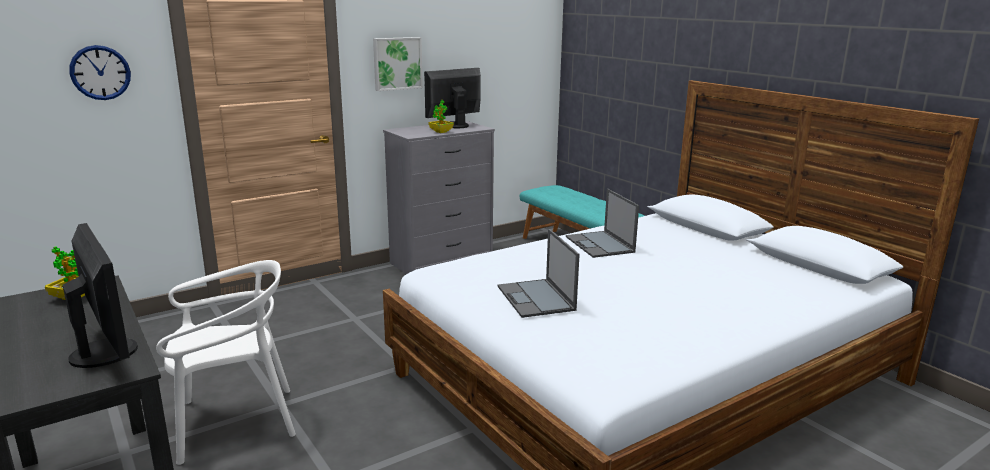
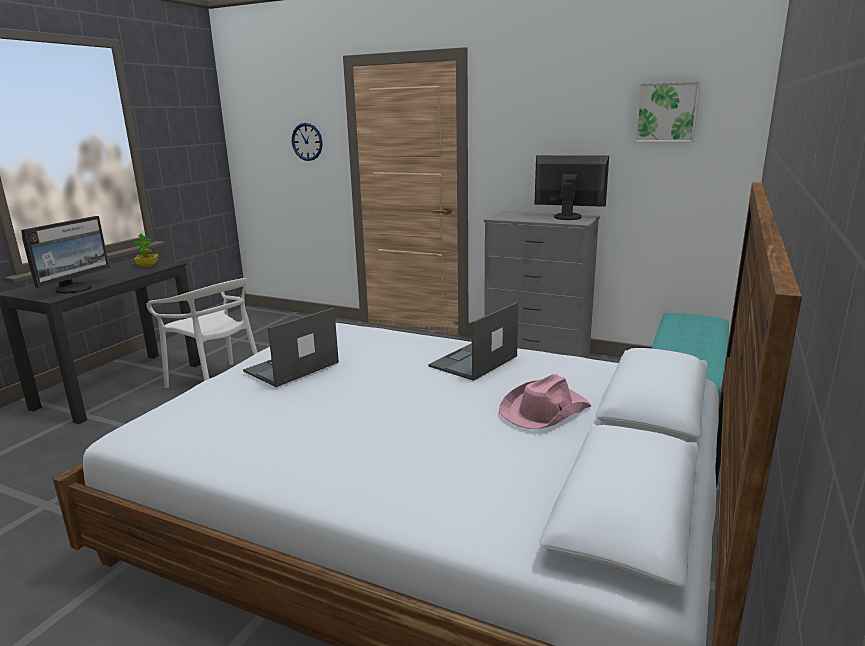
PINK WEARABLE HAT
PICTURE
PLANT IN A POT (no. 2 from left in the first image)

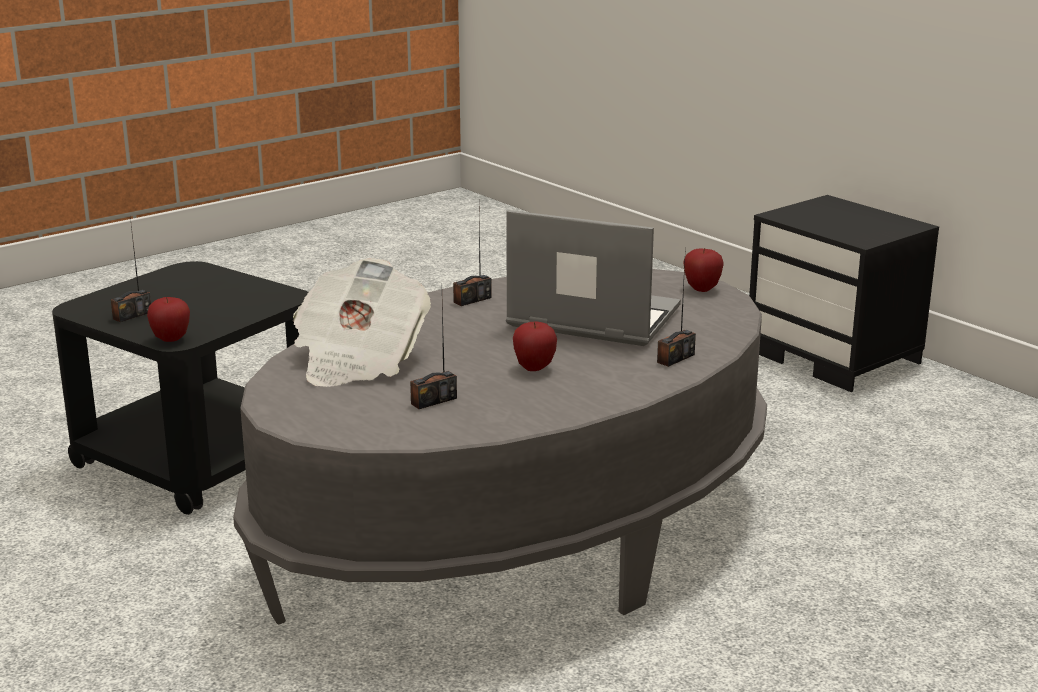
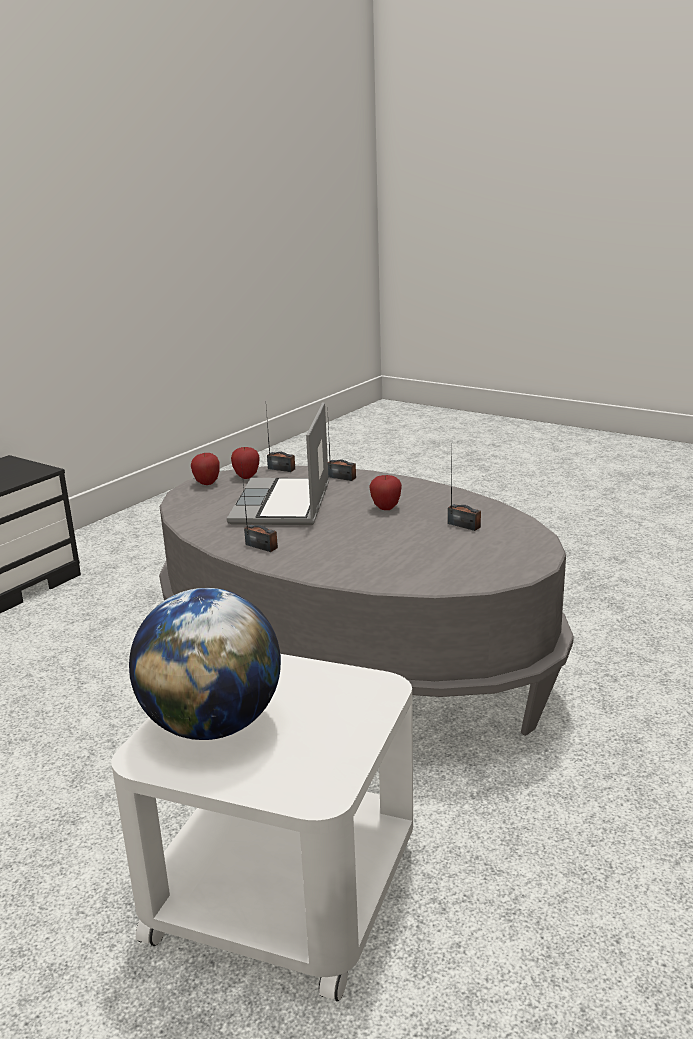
WHITISH END TABLE
GLOBE
APPLE FRUIT (no. 2 from left)
RADIO (no. 2 from left)
NEWSPAPER

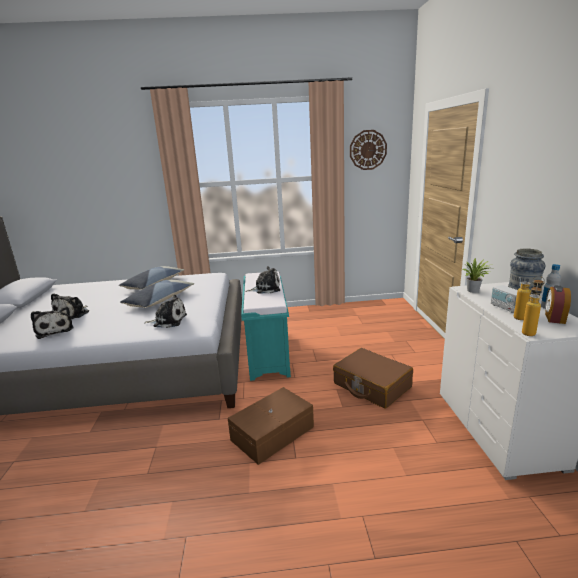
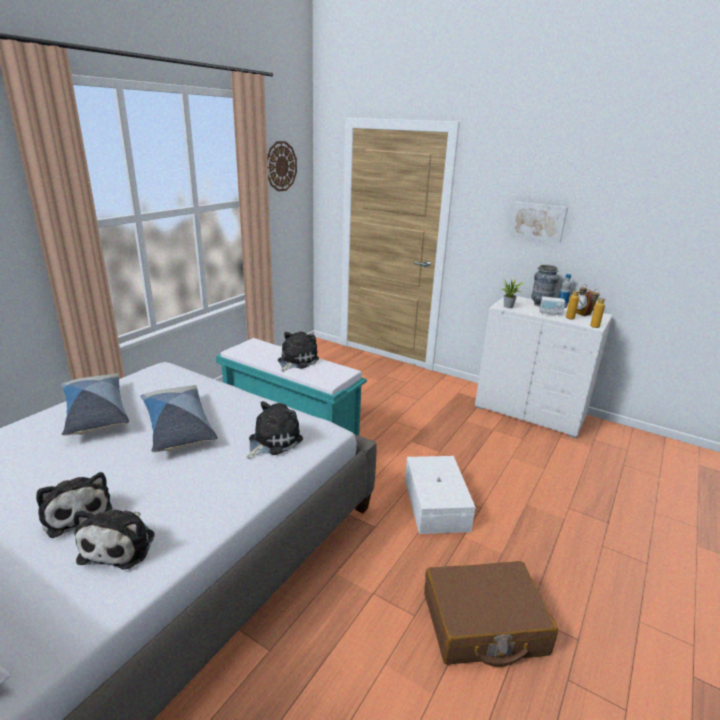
CUDDLY TOY (no. 2 from left)
WHITISH STORAGE BOX
BROWNISH PIECE OF LUGGAGE
PICTURE

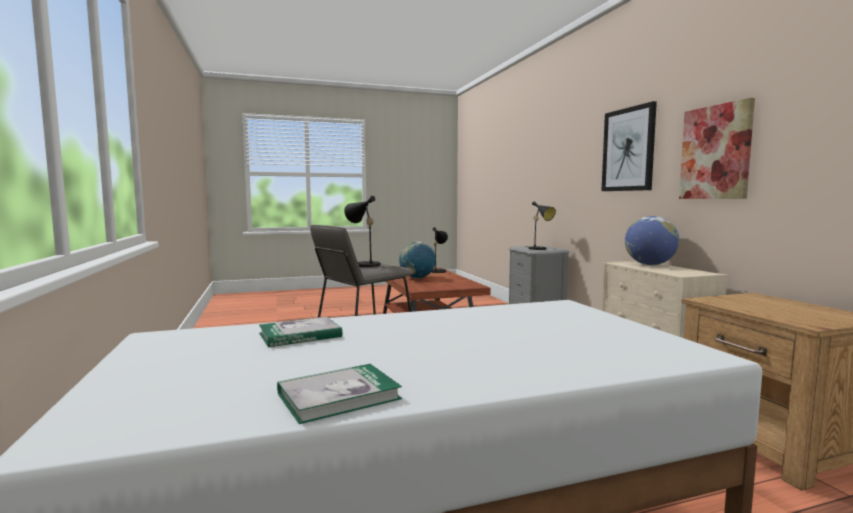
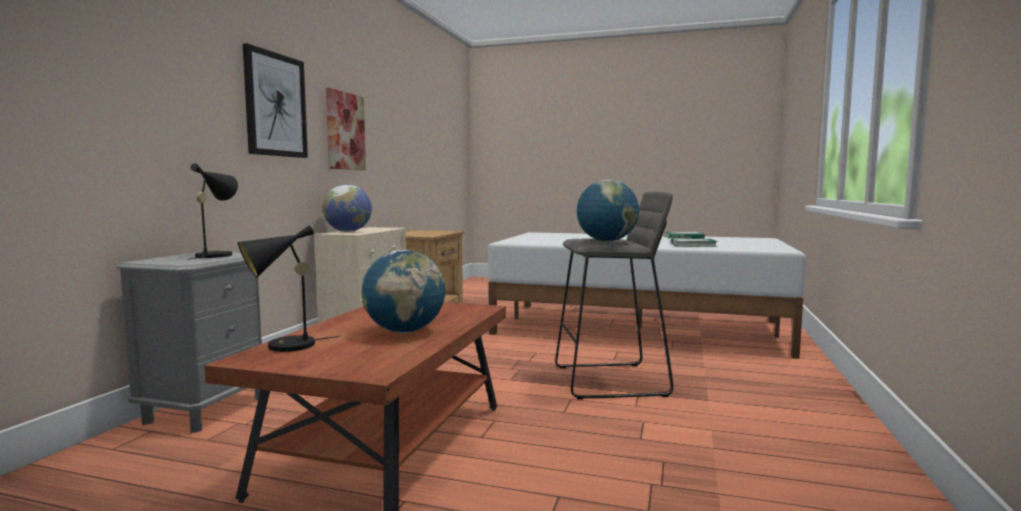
GLOBE (no. 3 from left)

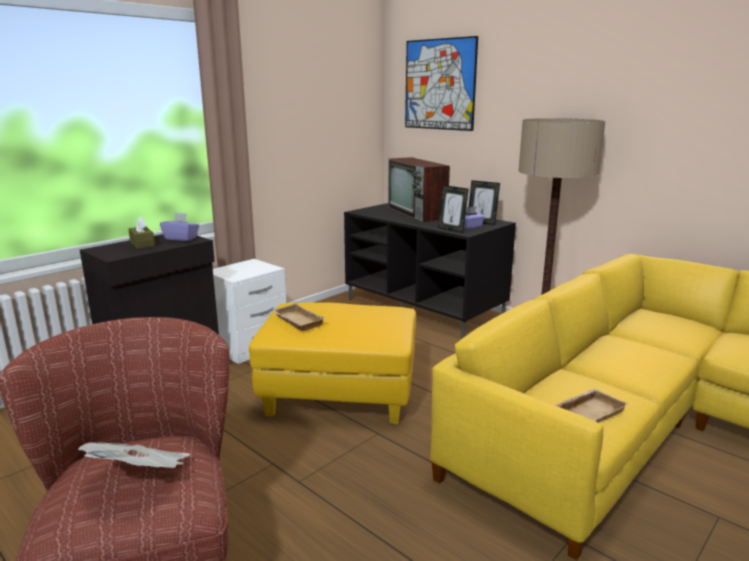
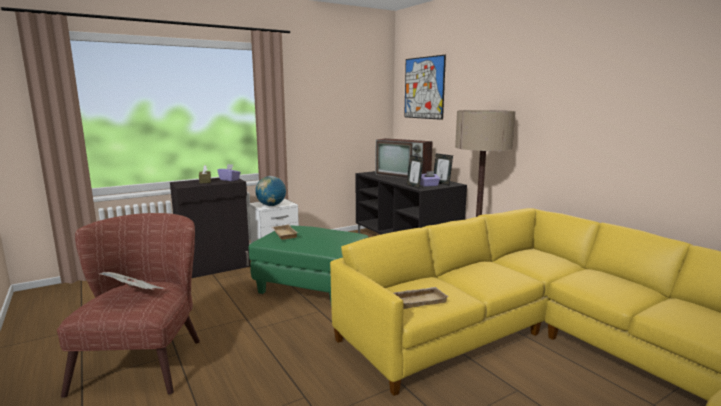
GREEN-COLOURED FOOTREST
GLOBE
TV SET

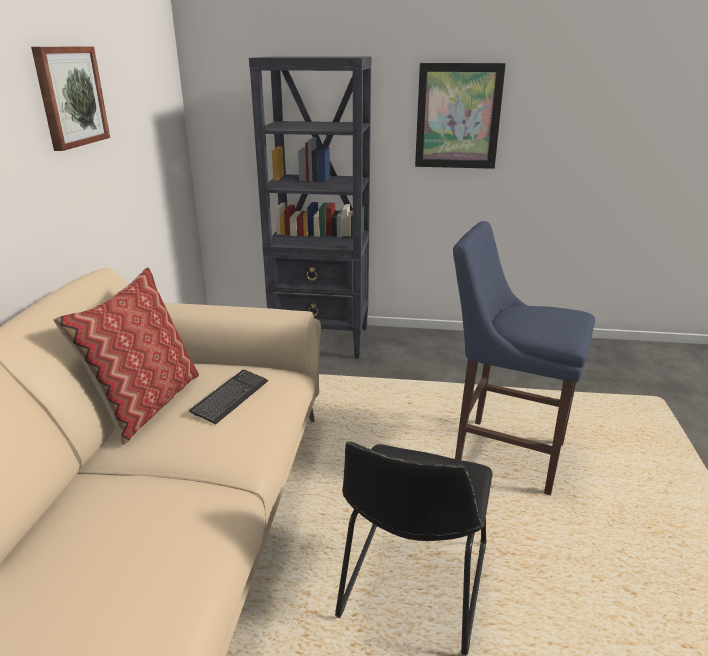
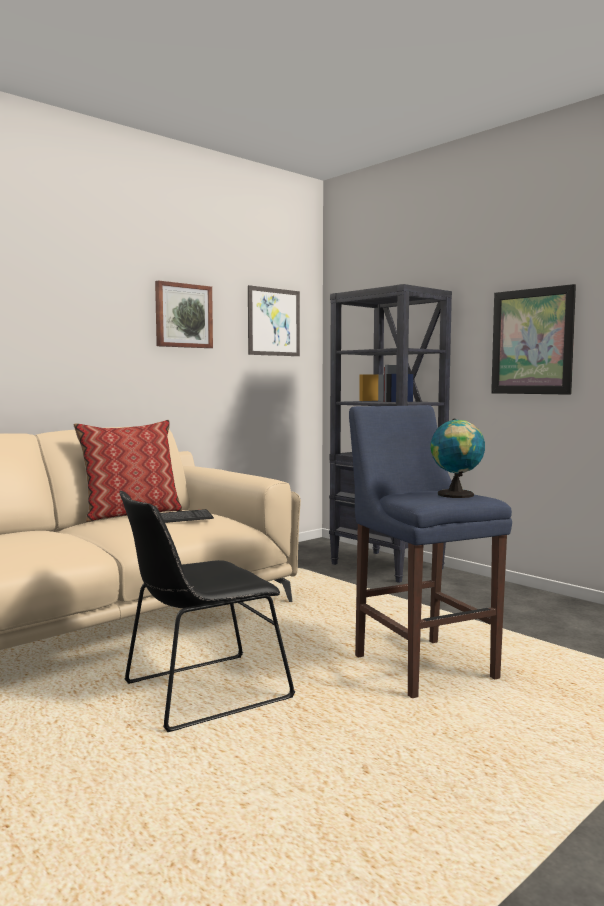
PICTURE (no. 2 from left)
GLOBE

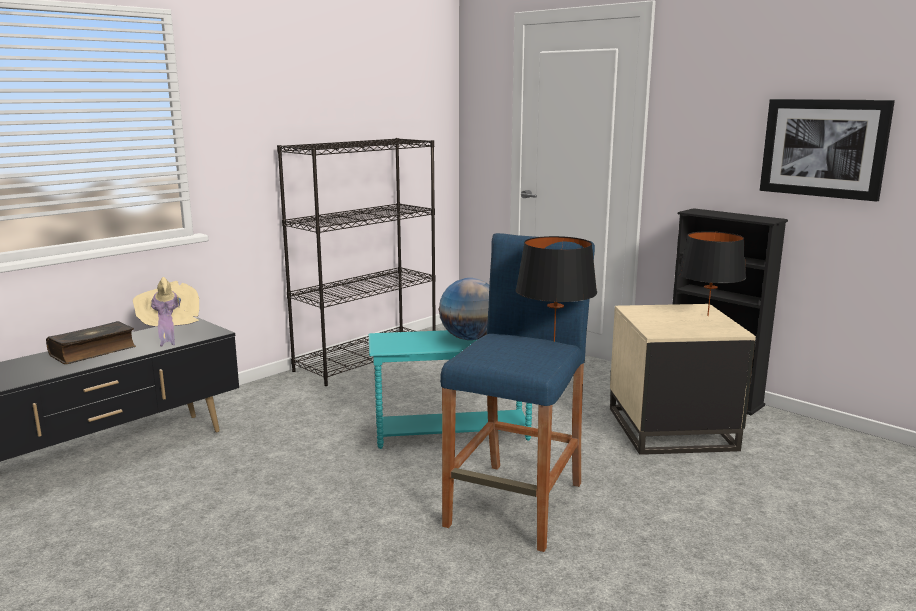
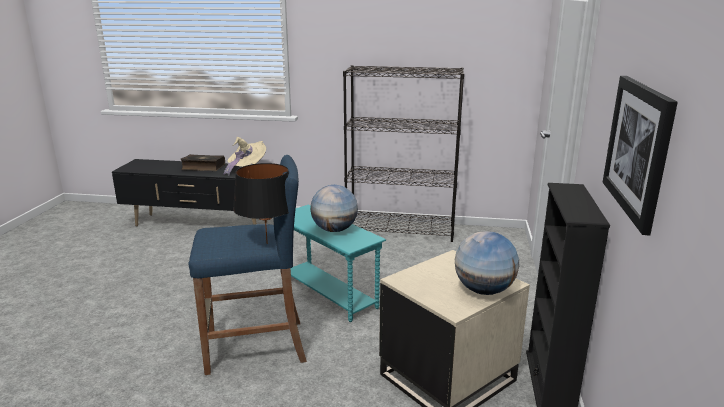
GLOBE (no. 2 from left)

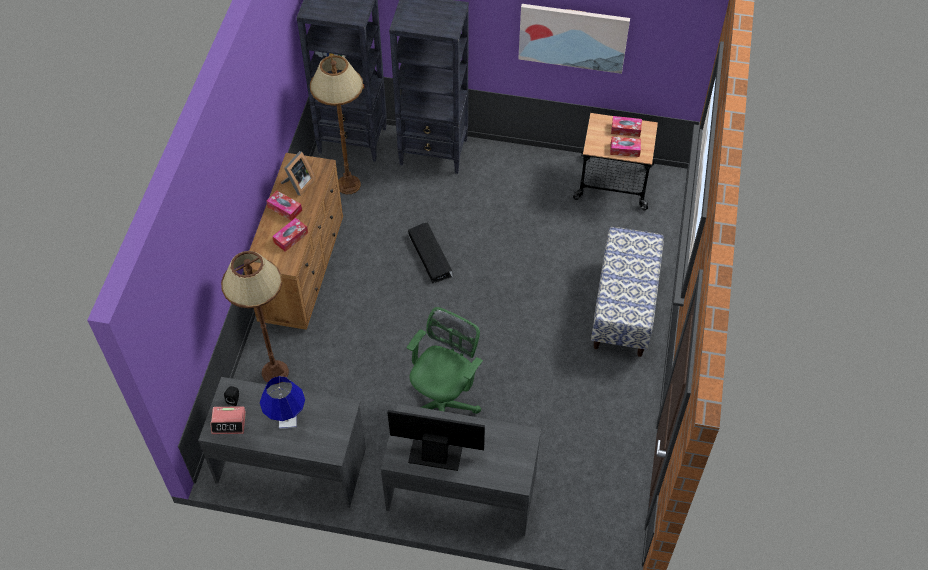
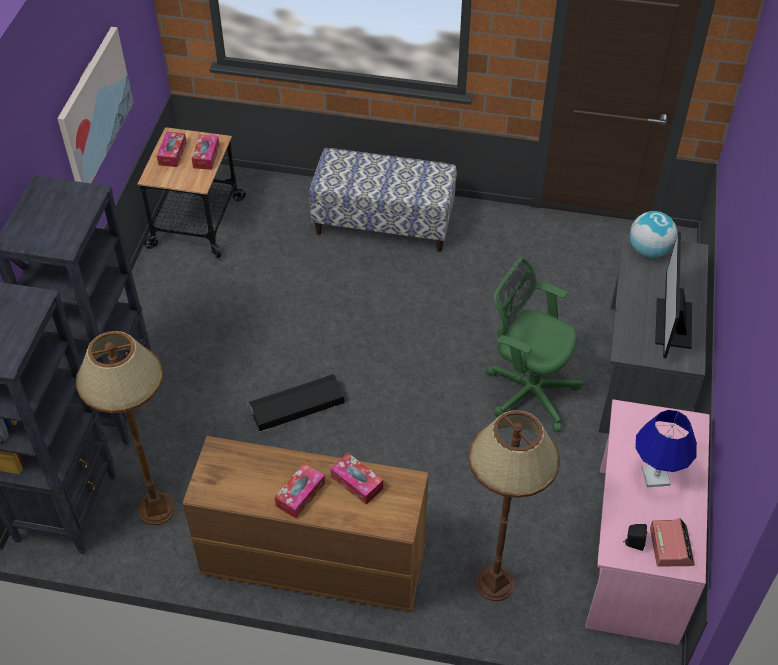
PINK DESK
GLOBE
STANDING FRAME

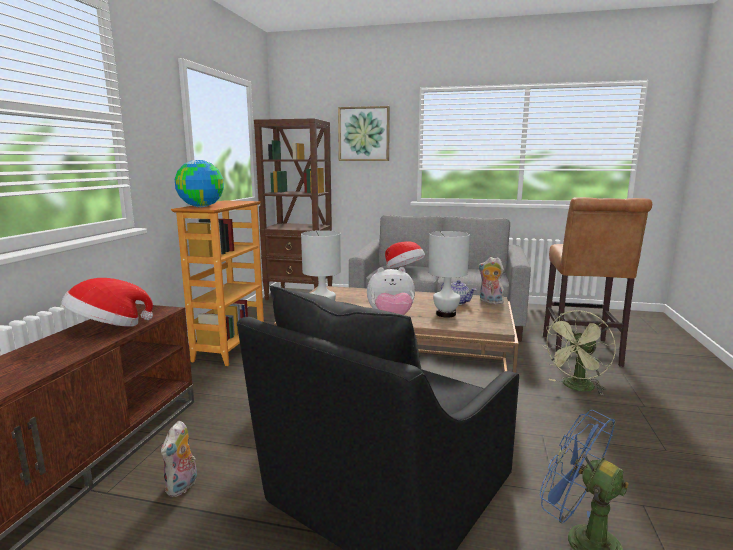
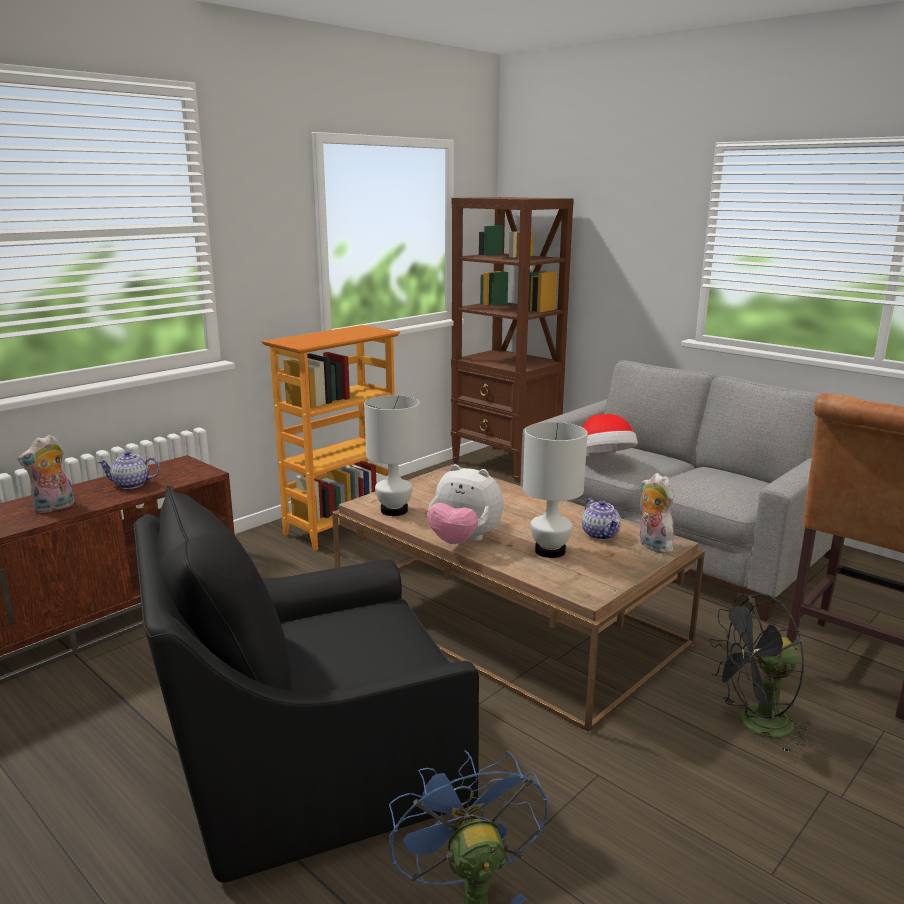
CUDDLY TOY (no. 1 from left)
TEA POT (no. 1 from left)
BLACK-COLOURED FAN
GLOBE
PICTURE

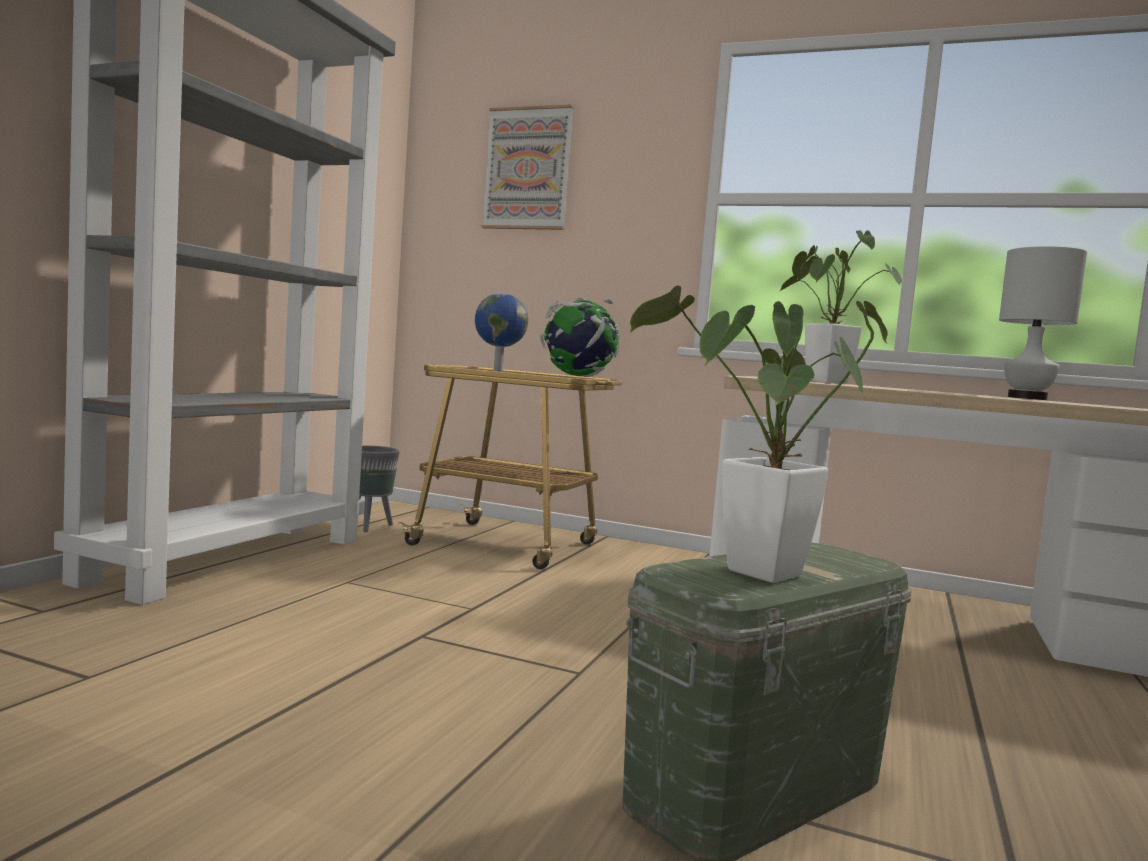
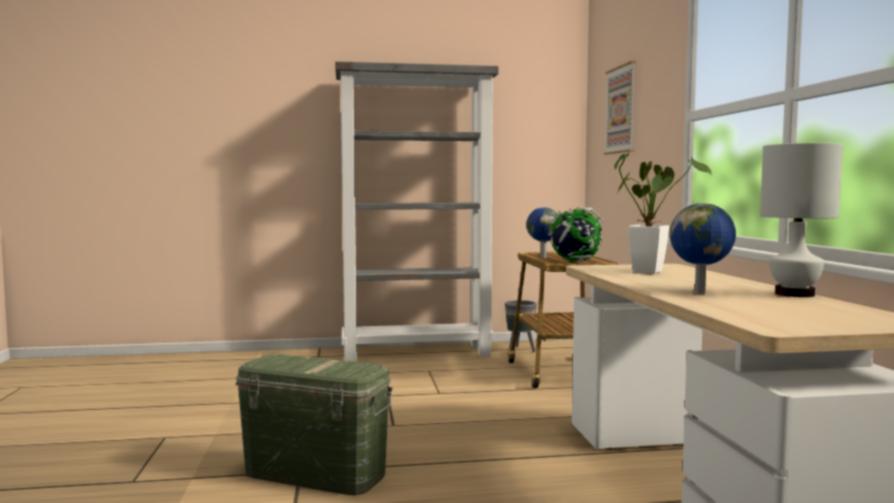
GLOBE (no. 3 from left)
PLANT IN A POT (no. 1 from left in the first image)

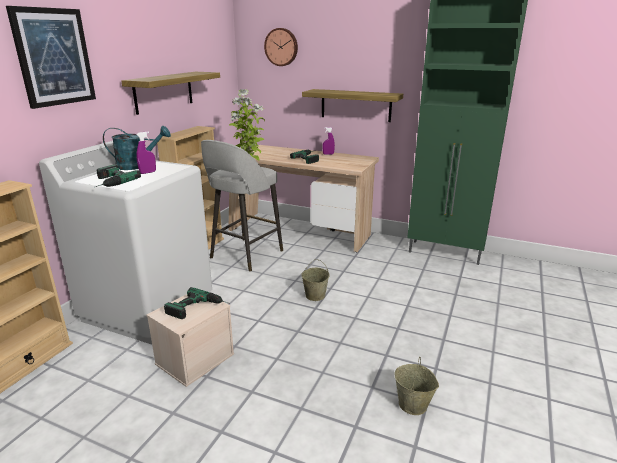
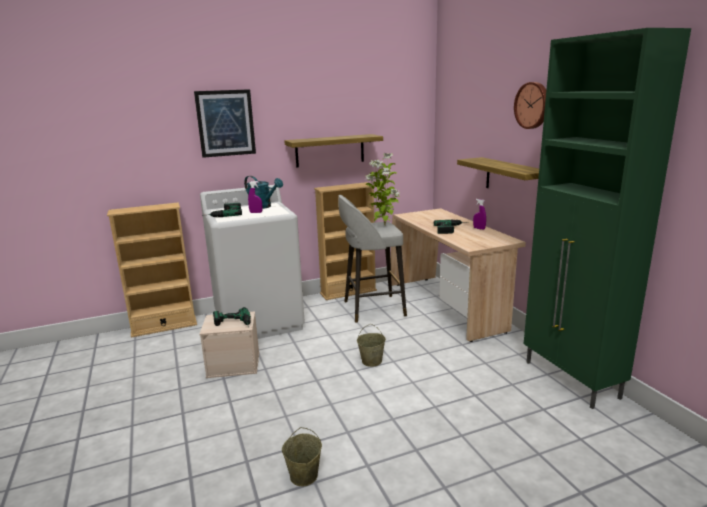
HANGING CLOCK

